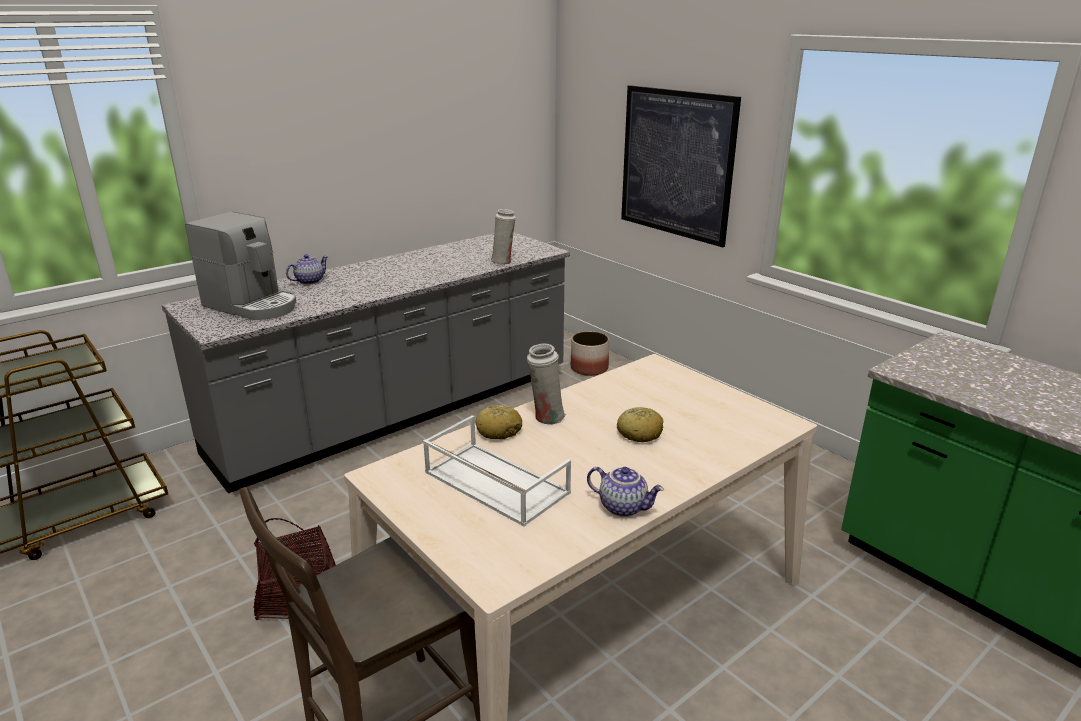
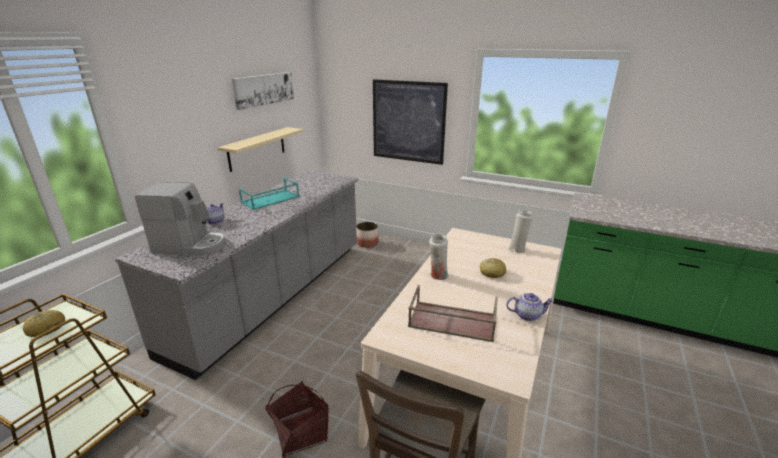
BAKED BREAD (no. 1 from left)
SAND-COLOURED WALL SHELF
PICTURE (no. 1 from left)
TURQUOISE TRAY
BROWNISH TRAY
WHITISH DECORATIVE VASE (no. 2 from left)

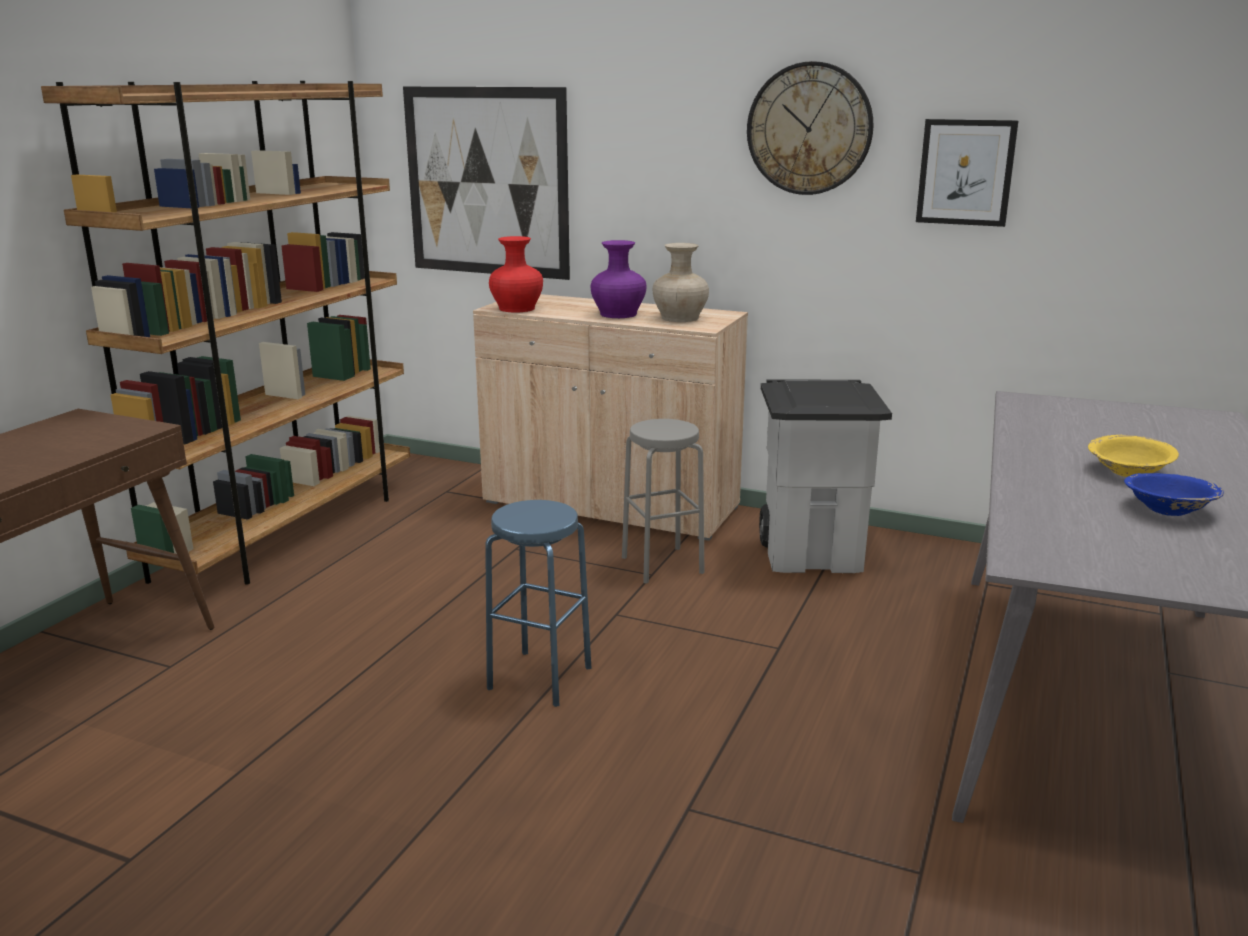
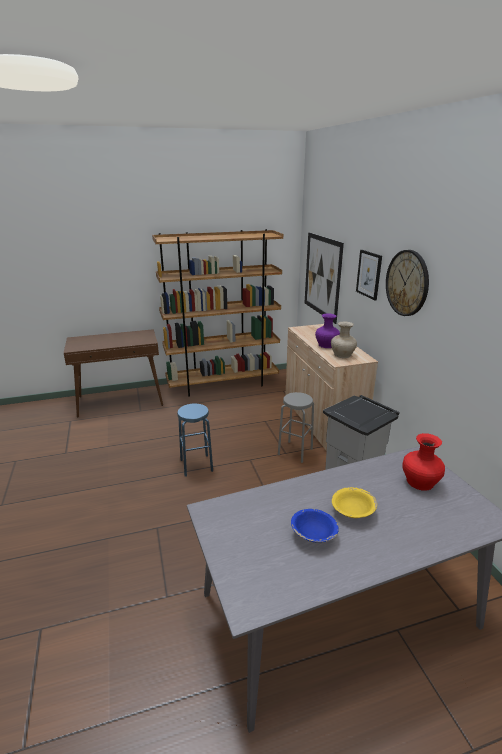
PICTURE (no. 2 from left)
REDDISH DECORATIVE VASE

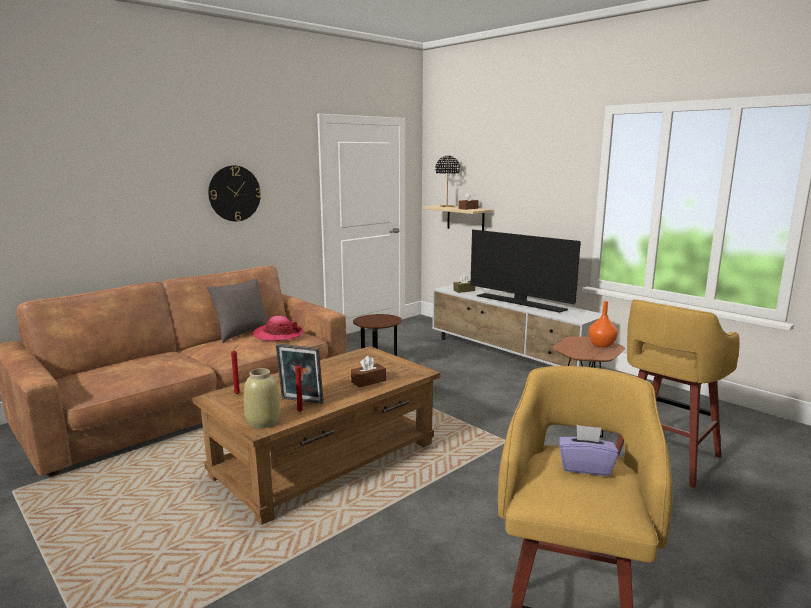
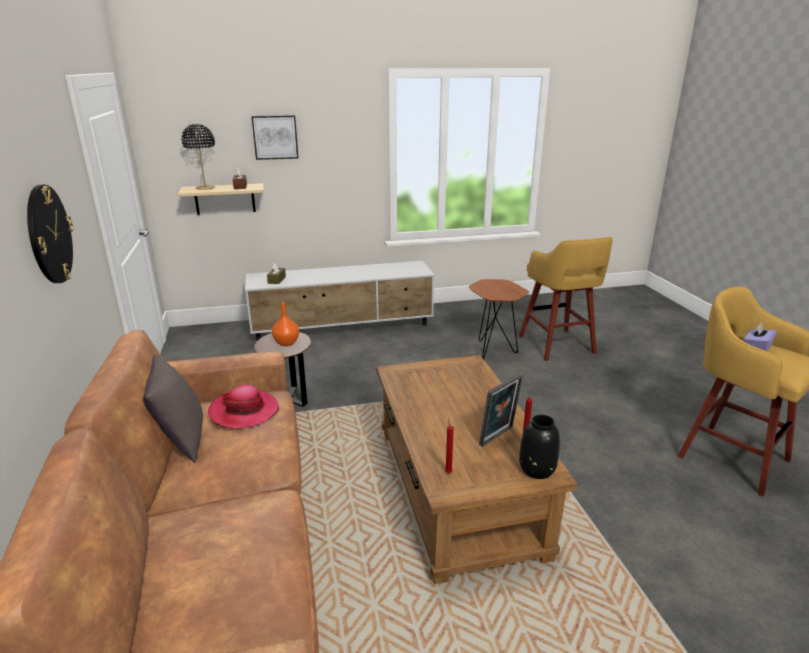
PICTURE
ORANGE DECORATIVE VASE
BLACK-COLOURED DECORATIVE VASE
BROWNISH BOX OF TISSUES (no. 1 from left in the first image)
TV SET

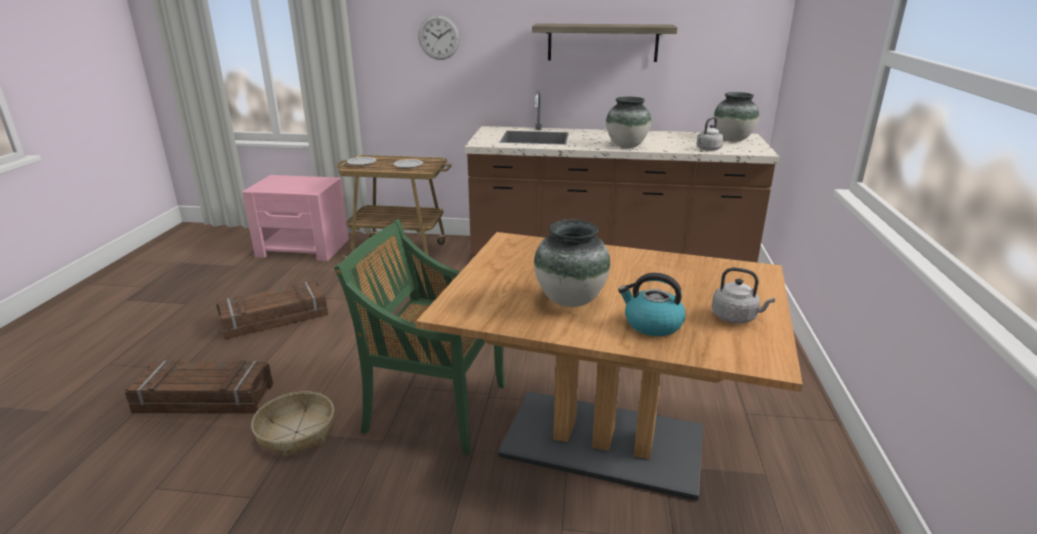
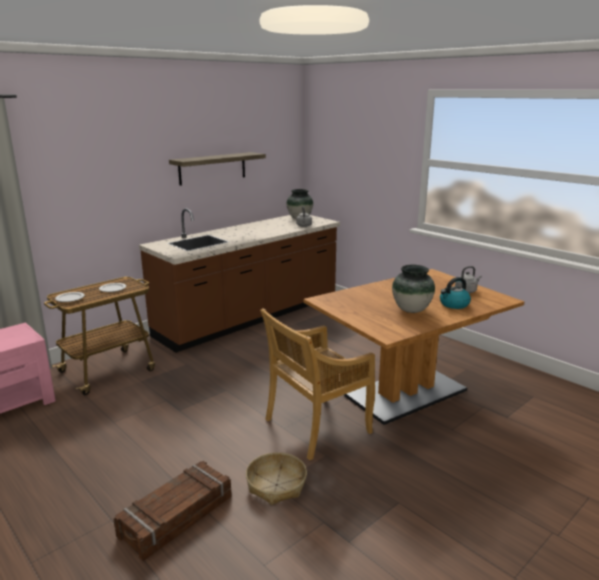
SAND-COLOURED UPRIGHT CHAIR
CRATE (no. 2 from left in the first image)
HANGING CLOCK
DECORATIVE VASE (no. 2 from left in the first image)

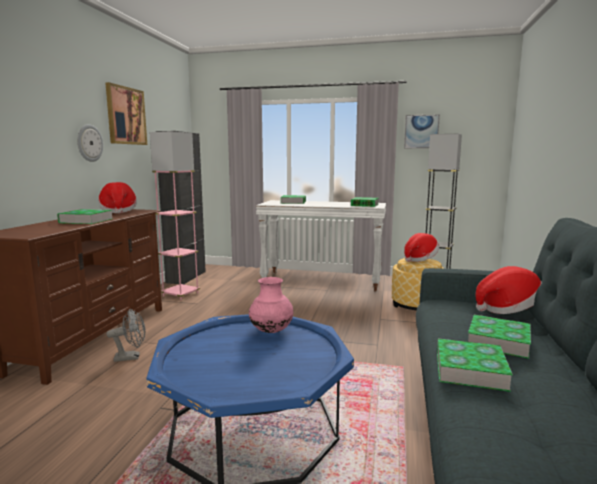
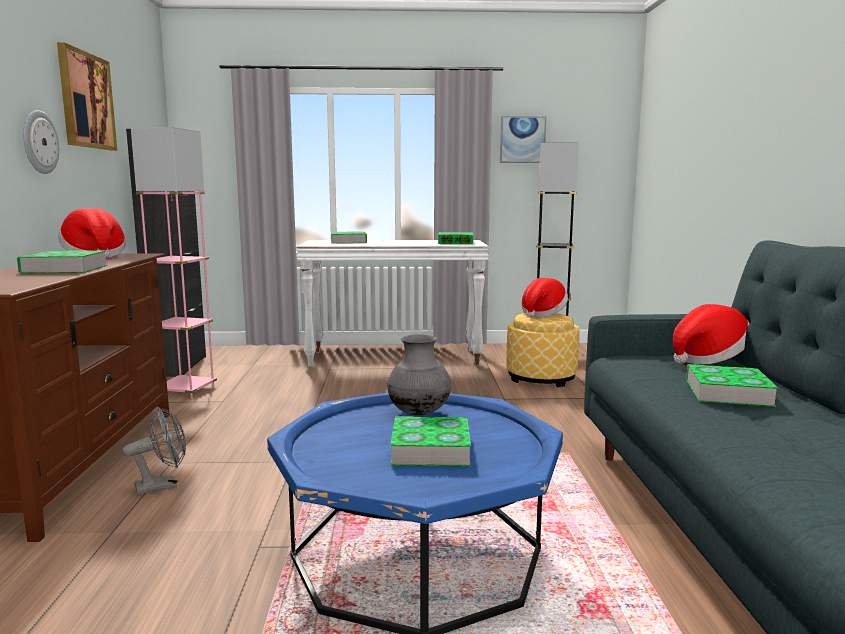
GREY DECORATIVE VASE
BOOK (no. 3 from left)

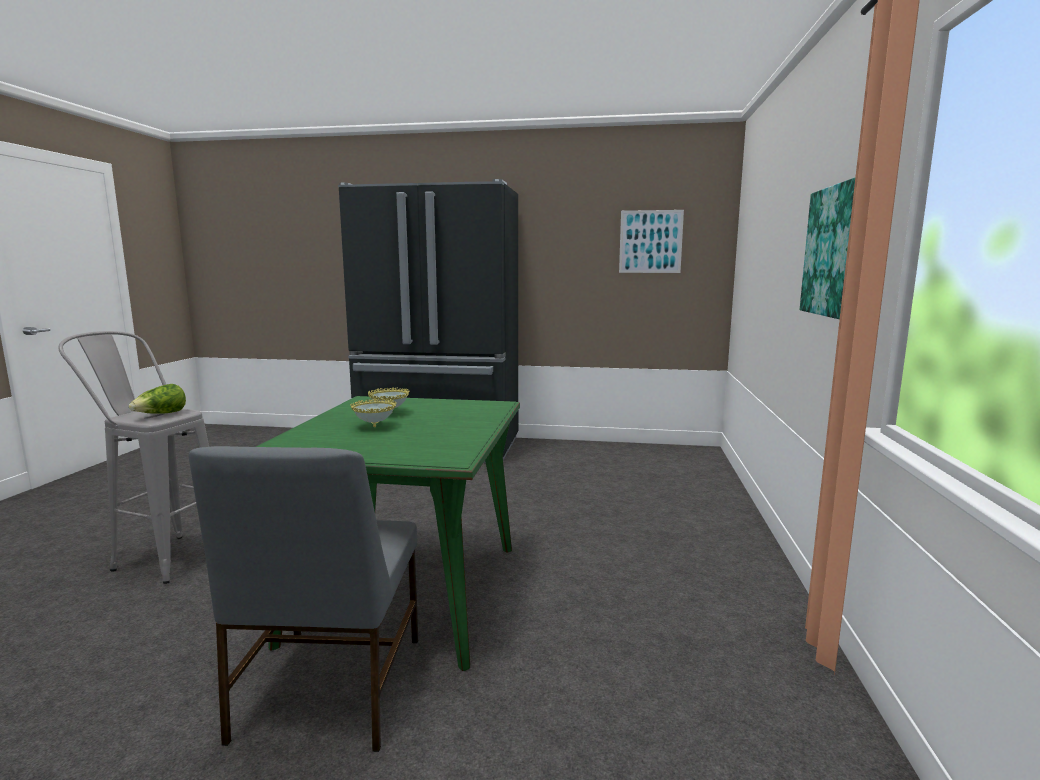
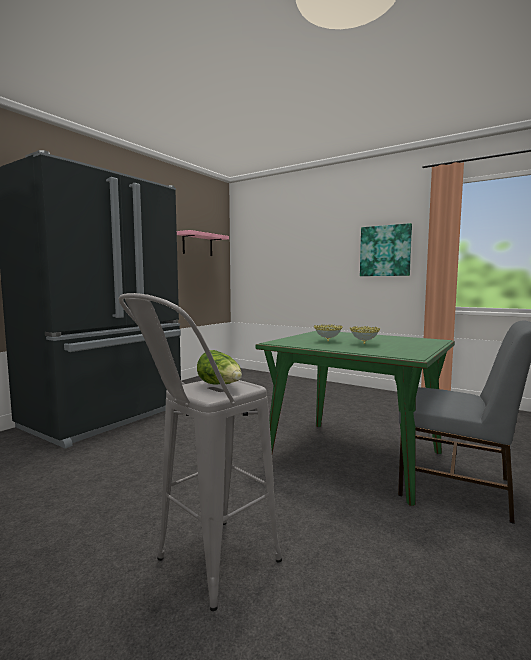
PINK WALL SHELF

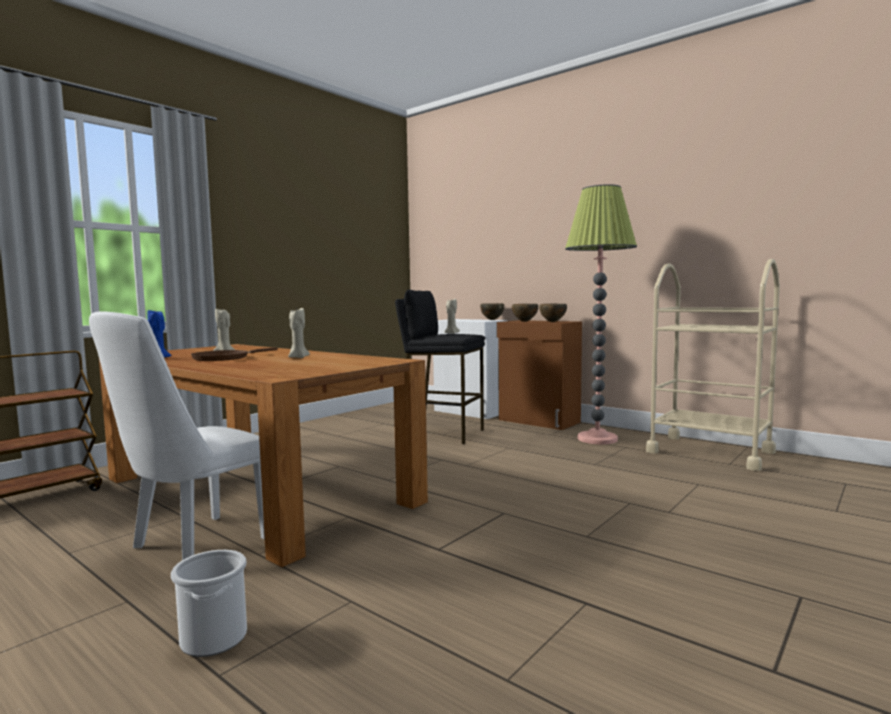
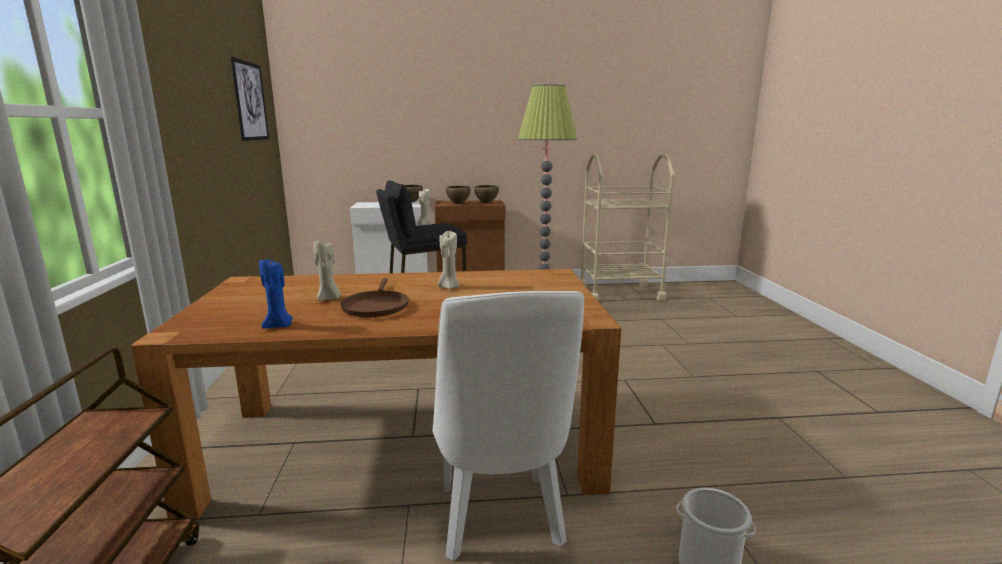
PICTURE

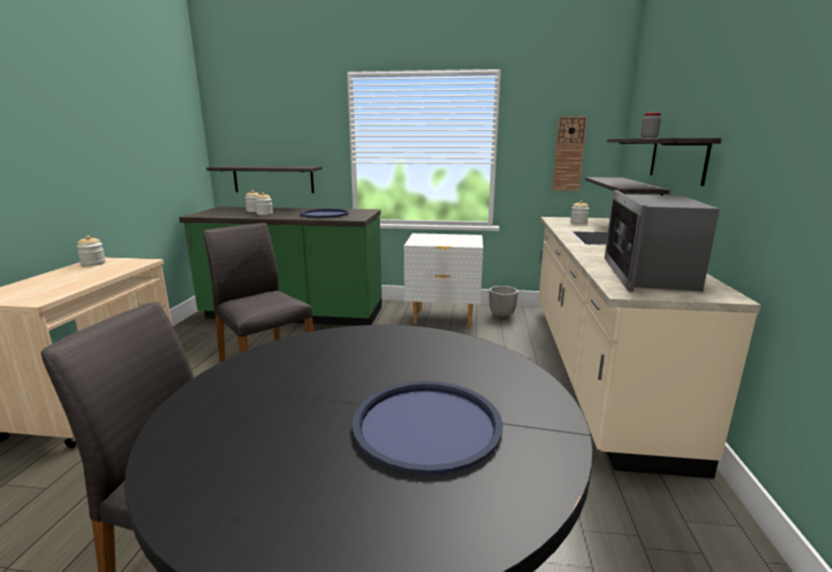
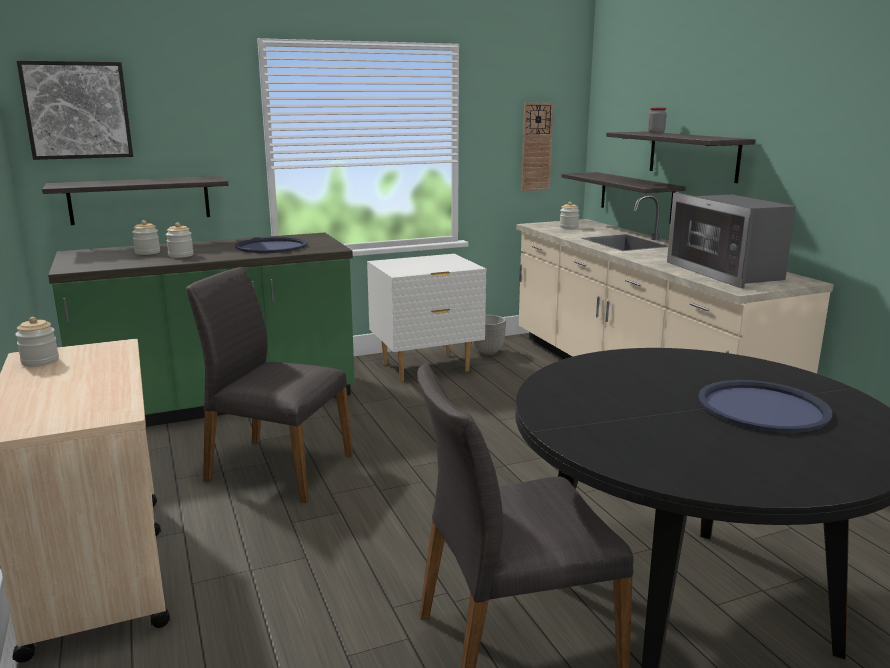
PICTURE

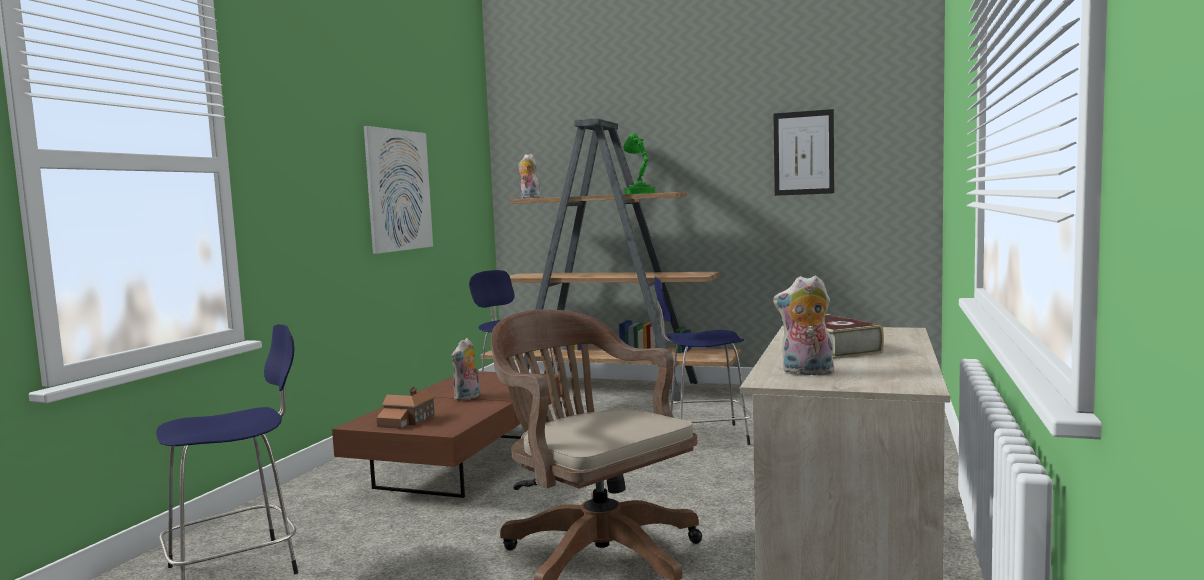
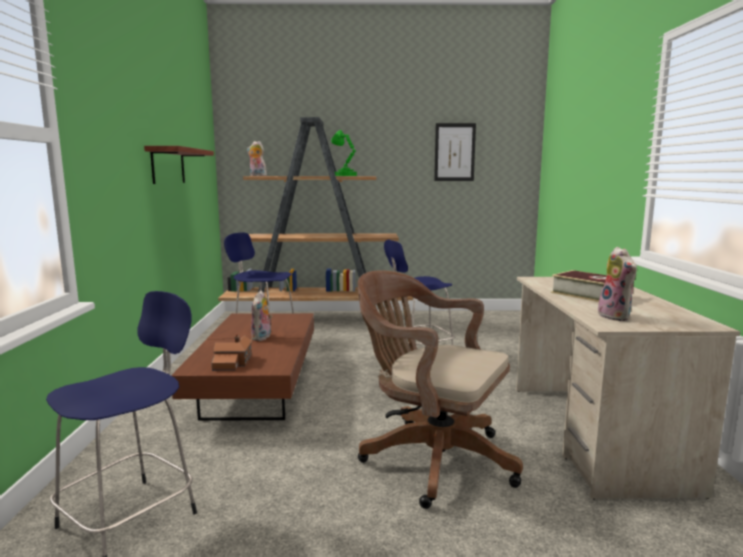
WALL SHELF
CUDDLY TOY (no. 3 from left)

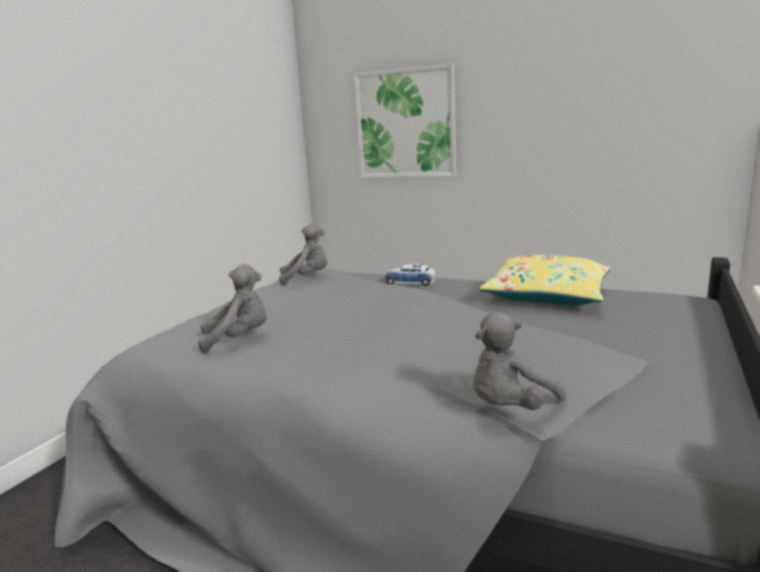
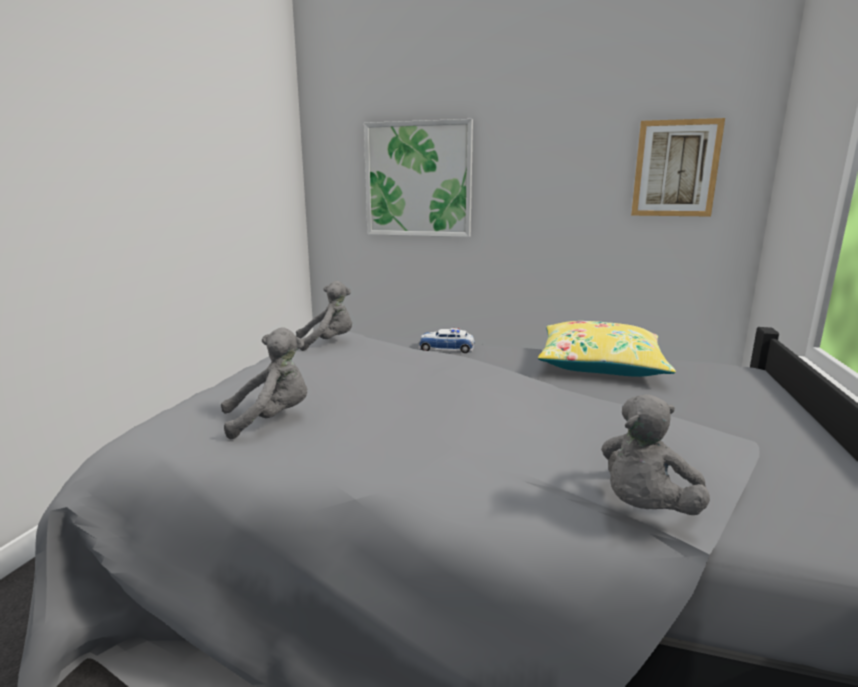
PICTURE (no. 2 from left)

